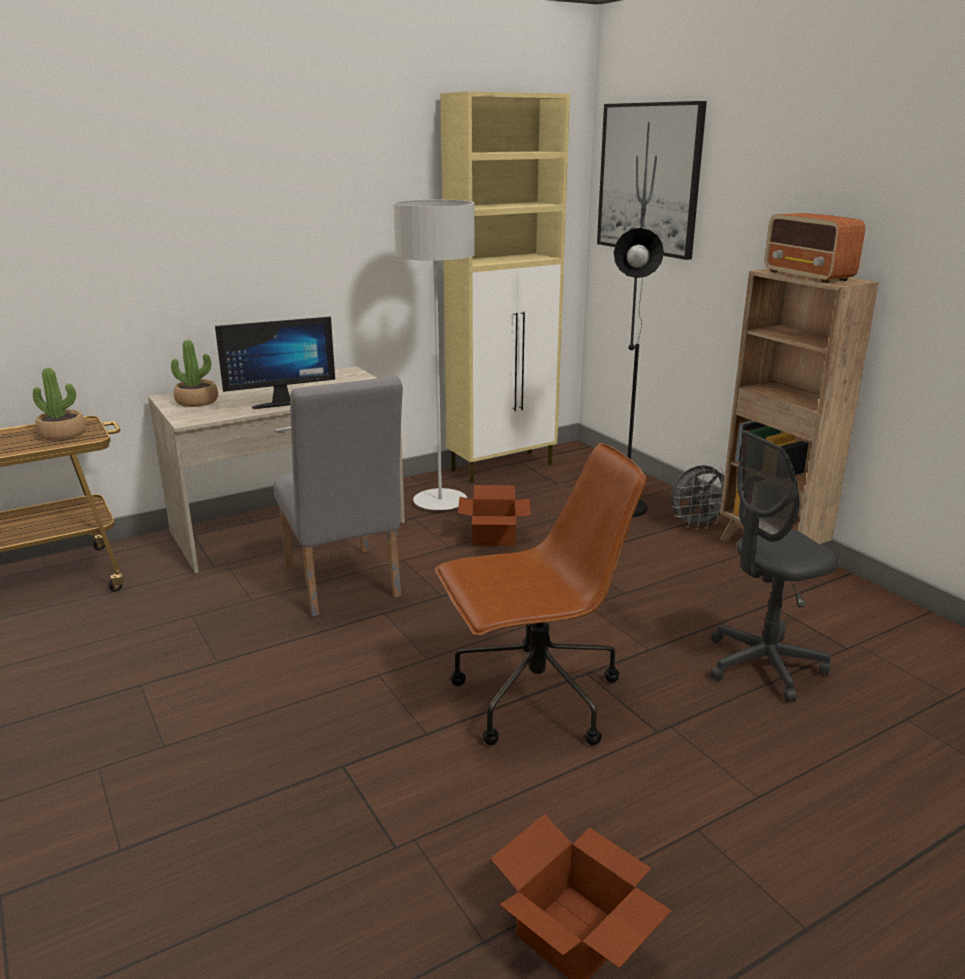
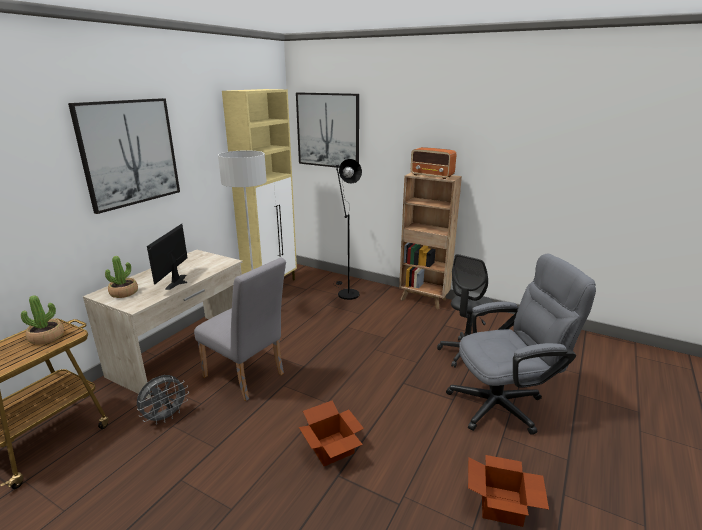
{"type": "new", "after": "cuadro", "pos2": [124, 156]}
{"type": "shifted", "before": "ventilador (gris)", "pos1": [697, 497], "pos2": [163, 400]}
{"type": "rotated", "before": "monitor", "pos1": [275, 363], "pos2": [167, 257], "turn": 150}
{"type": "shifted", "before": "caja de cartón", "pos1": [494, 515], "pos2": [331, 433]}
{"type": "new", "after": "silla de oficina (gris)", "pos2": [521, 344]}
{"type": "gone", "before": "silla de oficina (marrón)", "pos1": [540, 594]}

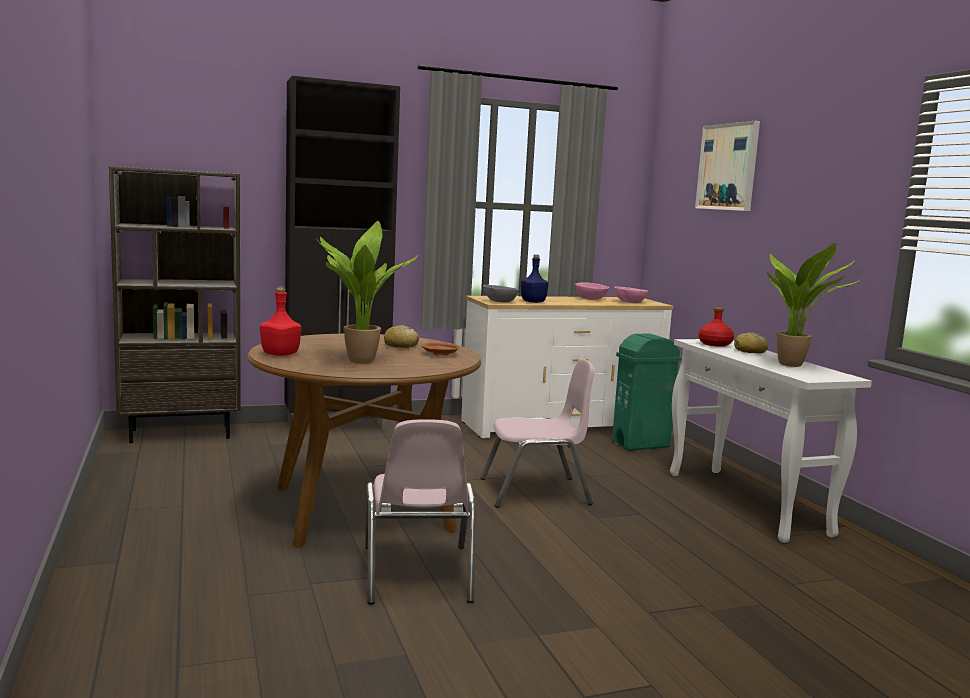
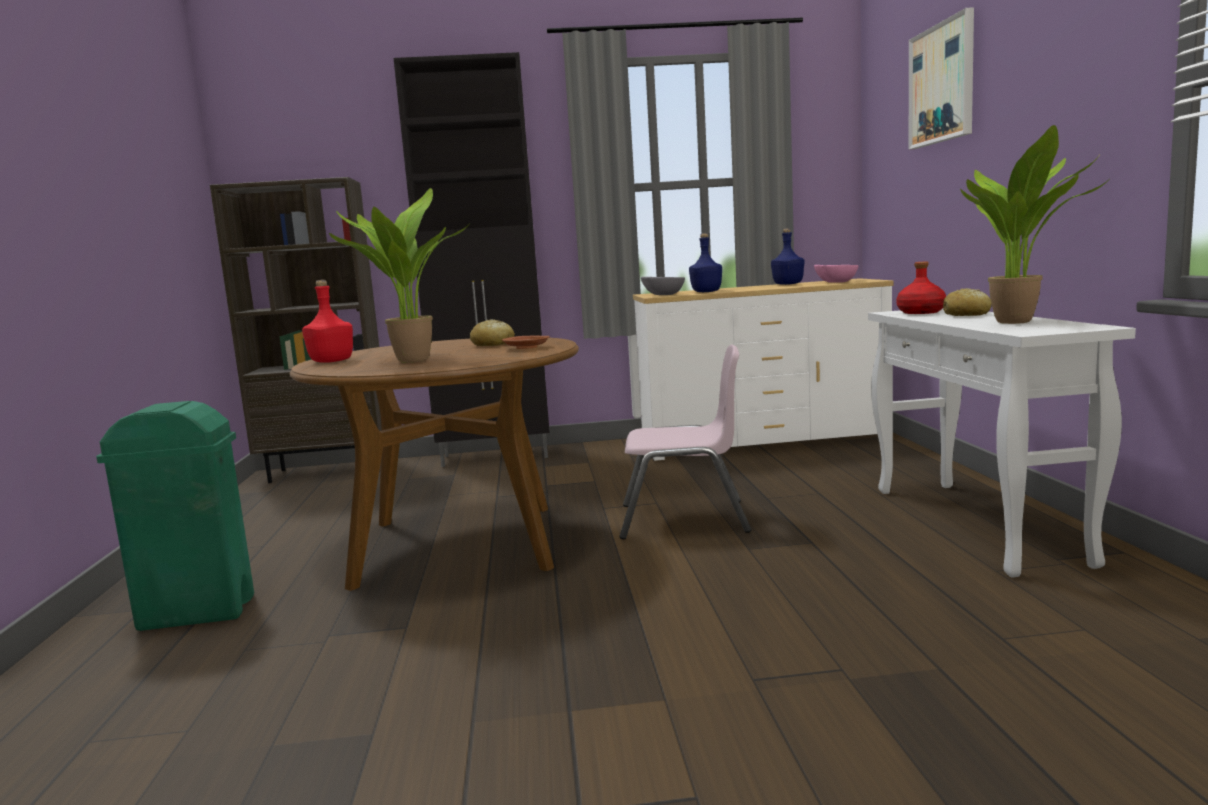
{"type": "shifted", "before": "papelera (verde)", "pos1": [647, 392], "pos2": [175, 516]}
{"type": "swapped", "before": "cuenco (rosa)", "after": "botella (azul)", "pos1": [592, 291], "pos2": [787, 256]}
{"type": "gone", "before": "silla (rosa)", "pos1": [420, 511]}

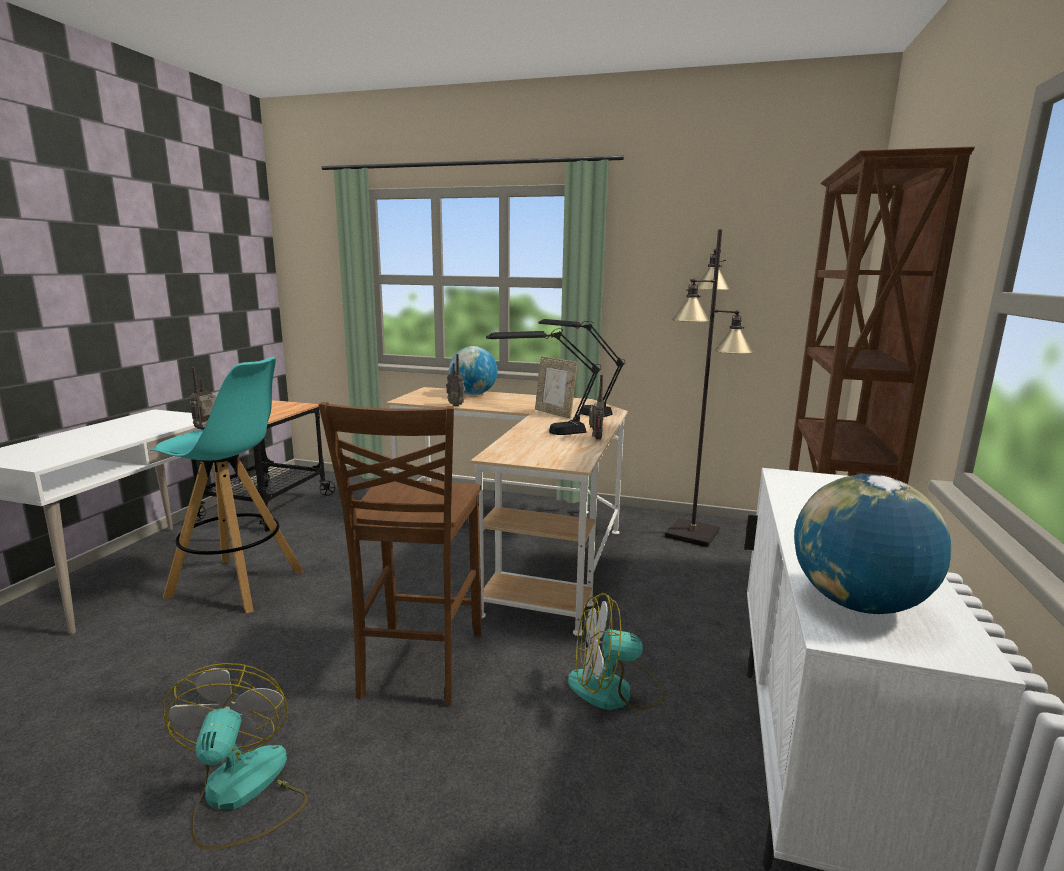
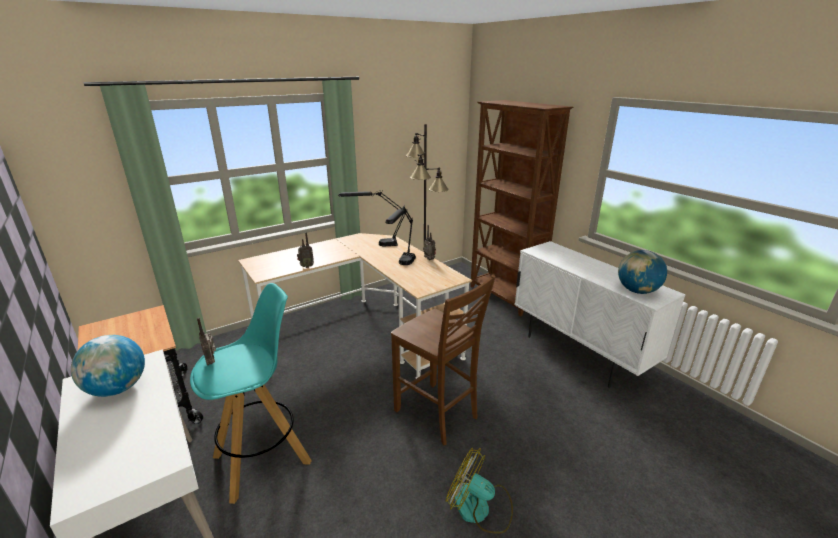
{"type": "shifted", "before": "globo terráqueo", "pos1": [473, 370], "pos2": [108, 366]}
{"type": "gone", "before": "portarretratos", "pos1": [556, 387]}
{"type": "gone", "before": "ventilador", "pos1": [616, 651]}

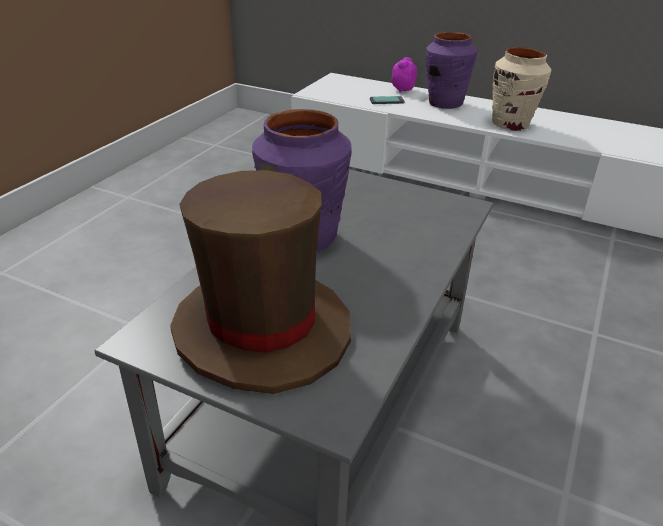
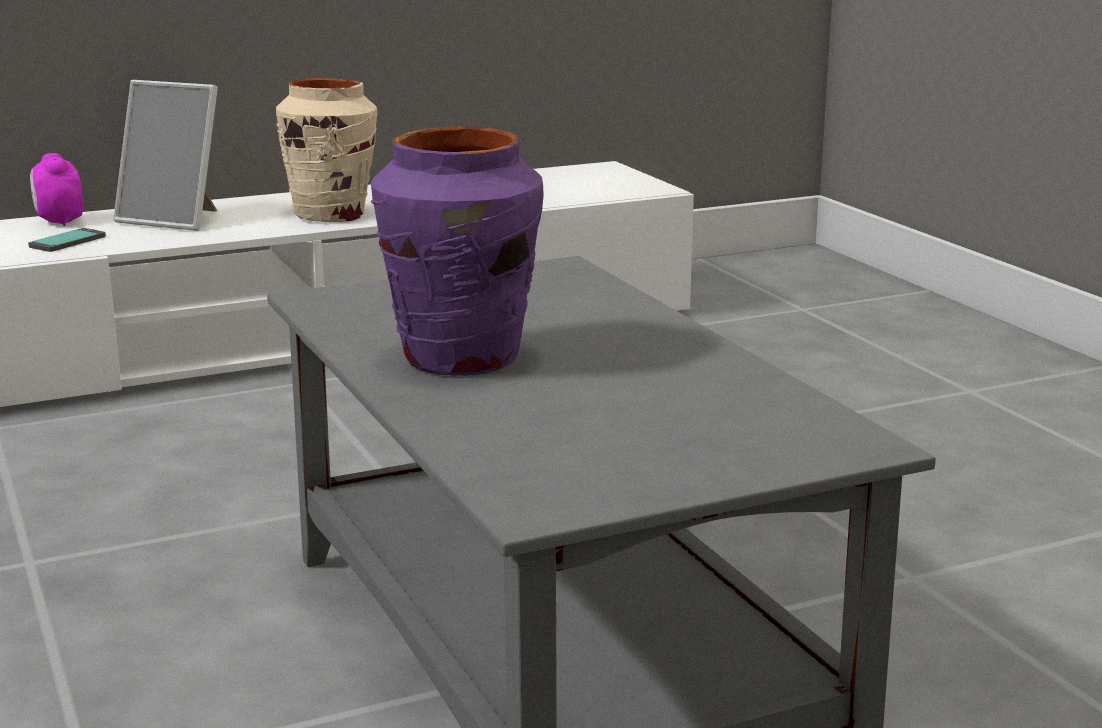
{"type": "swapped", "before": "florero (morado)", "after": "portarretratos", "pos1": [451, 70], "pos2": [165, 155]}
{"type": "gone", "before": "sombrero (marrón)", "pos1": [260, 282]}

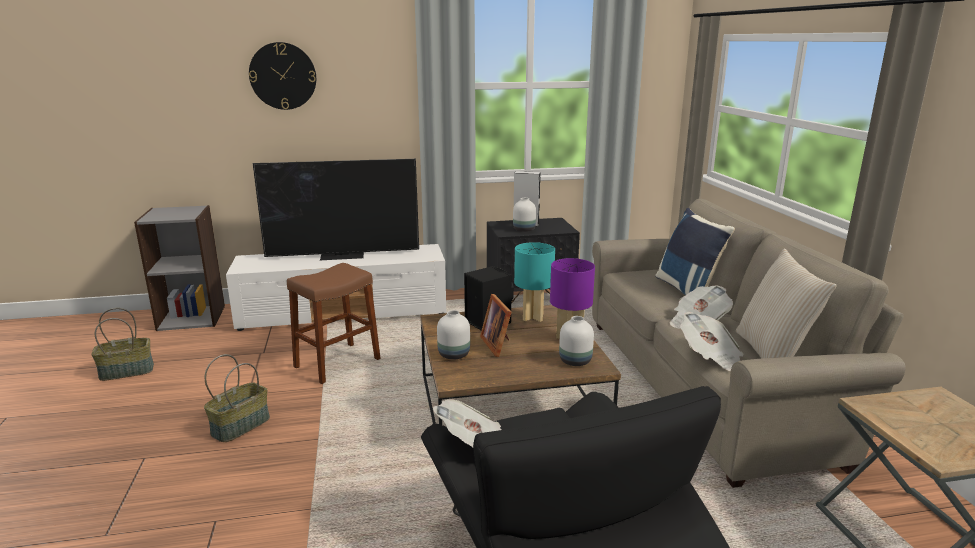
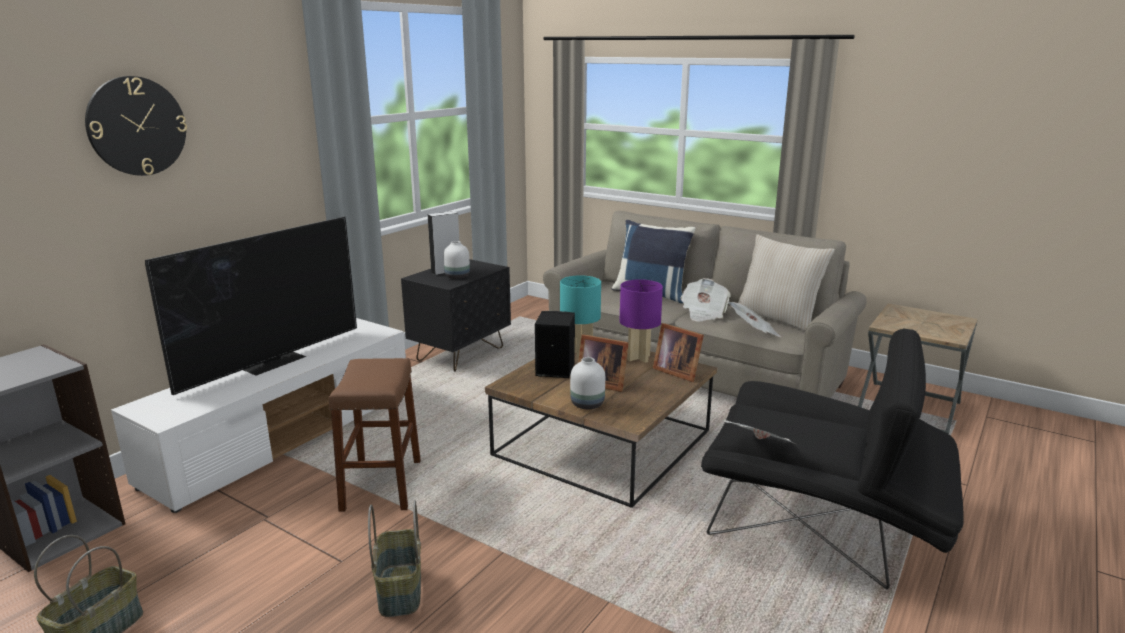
{"type": "swapped", "before": "florero (blanco)", "after": "portarretratos", "pos1": [576, 341], "pos2": [678, 352]}

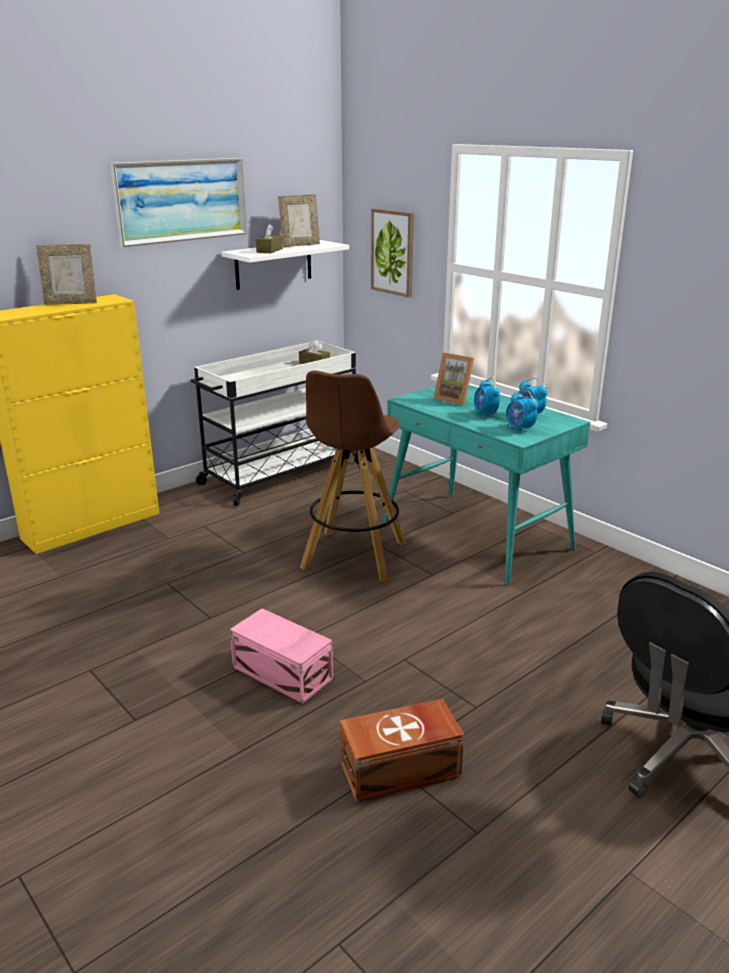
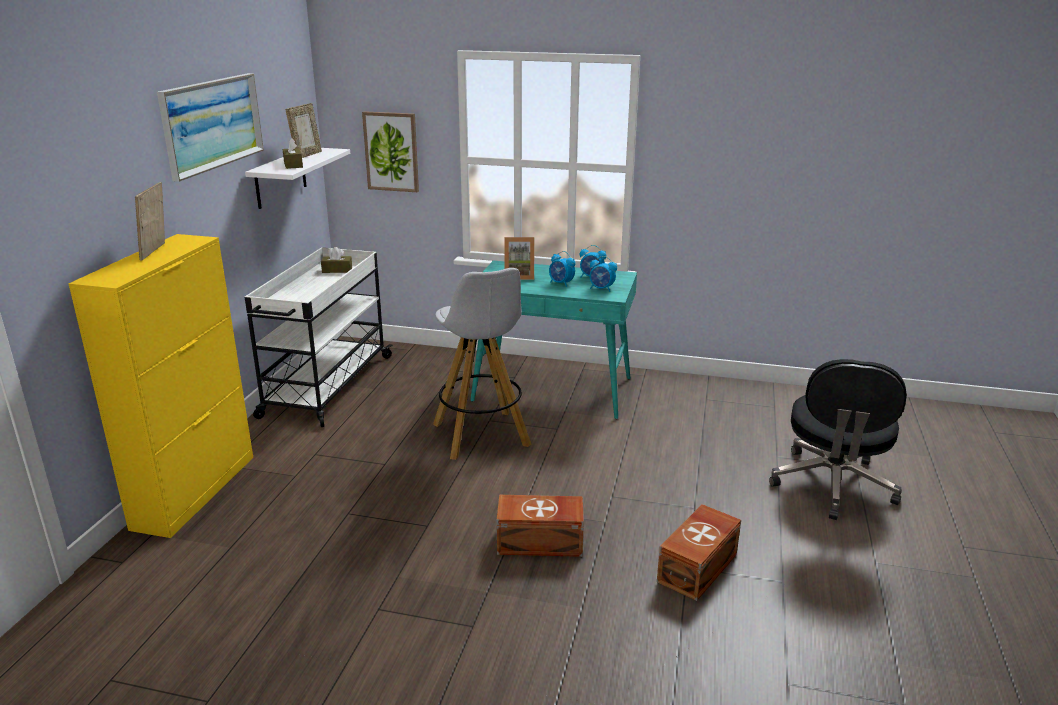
{"type": "rotated", "before": "portarretratos", "pos1": [66, 274], "pos2": [150, 221], "turn": 135}
{"type": "repainted", "before": "taburete (marrón)", "after": "taburete (blanco)", "pos1": [353, 475], "pos2": [482, 364]}
{"type": "repainted", "before": "caja de almacenaje (rosa)", "after": "caja de almacenaje (marrón)", "pos1": [281, 656], "pos2": [540, 526]}

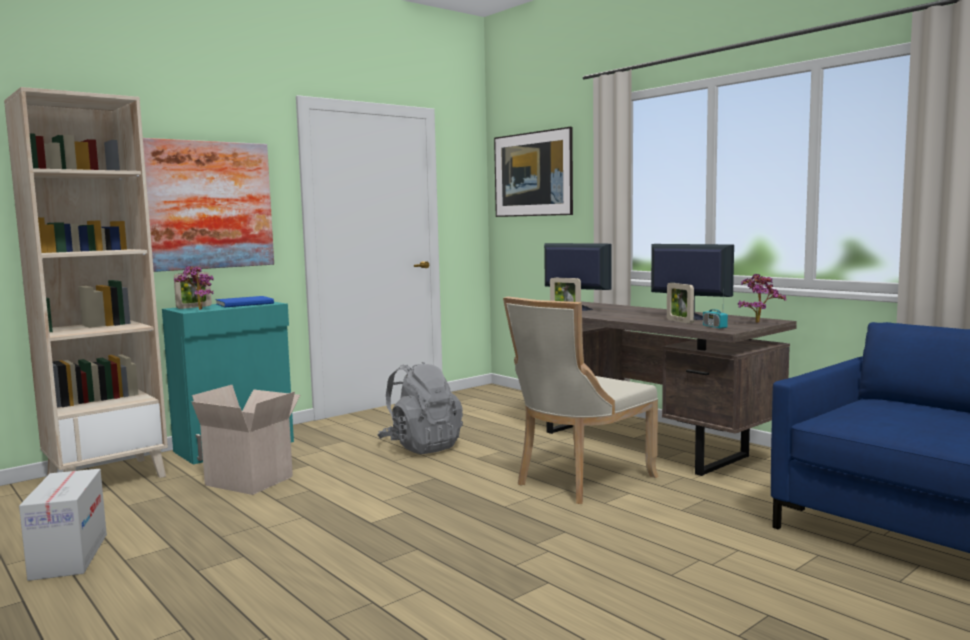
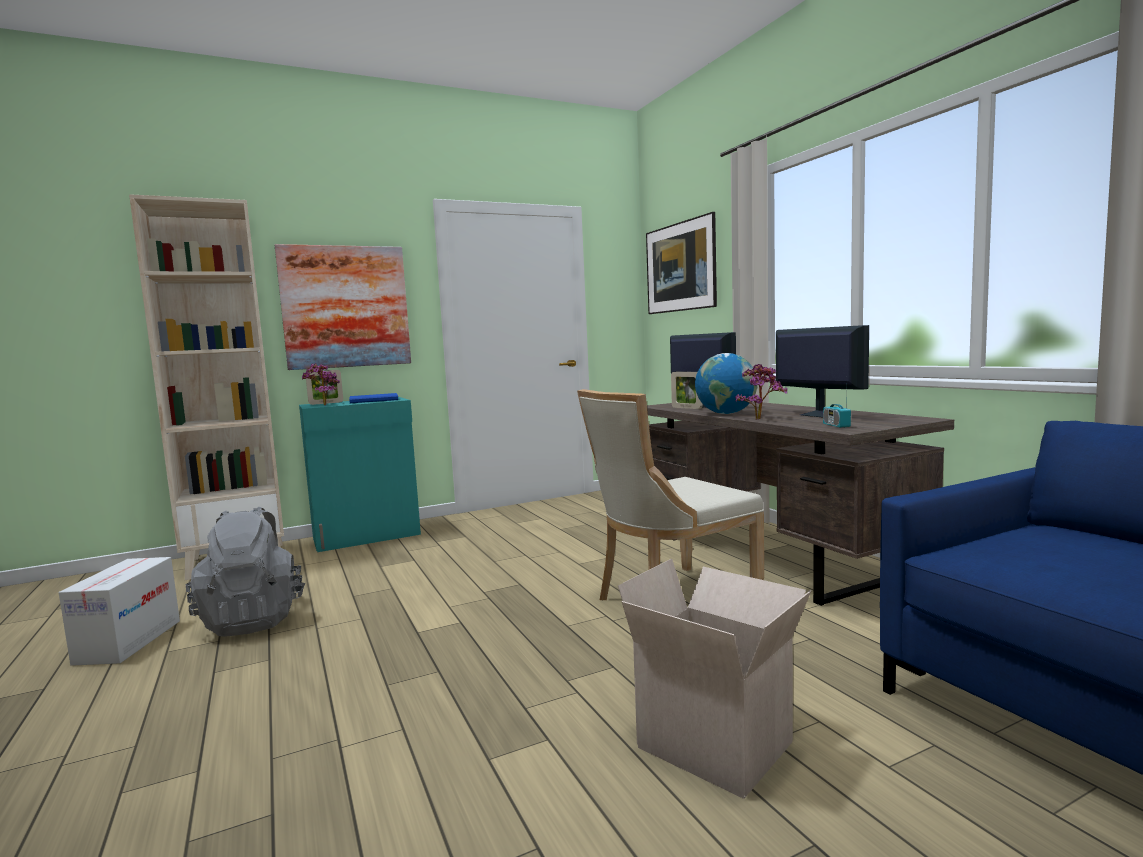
{"type": "shifted", "before": "mochila (gris)", "pos1": [420, 408], "pos2": [245, 572]}
{"type": "shifted", "before": "caja de cartón", "pos1": [245, 440], "pos2": [714, 679]}
{"type": "new", "after": "globo terráqueo", "pos2": [726, 383]}
{"type": "shifted", "before": "planta en maceta", "pos1": [762, 298], "pos2": [761, 391]}
{"type": "gone", "before": "portarretratos", "pos1": [680, 303]}

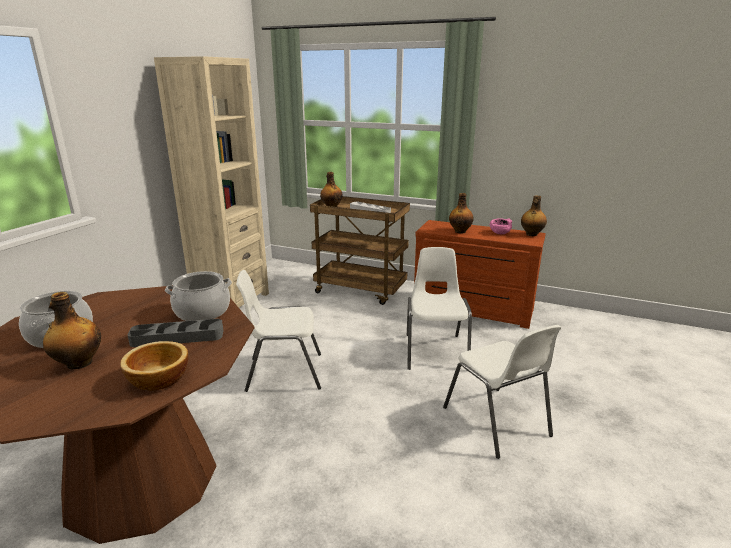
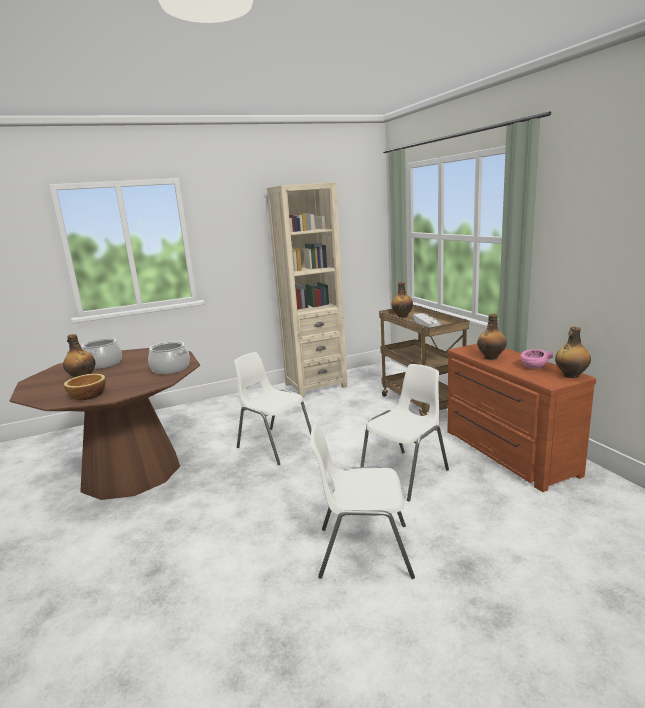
{"type": "rotated", "before": "silla (blanco)", "pos1": [502, 392], "pos2": [362, 501], "turn": 75}
{"type": "gone", "before": "bandeja (gris)", "pos1": [175, 333]}

